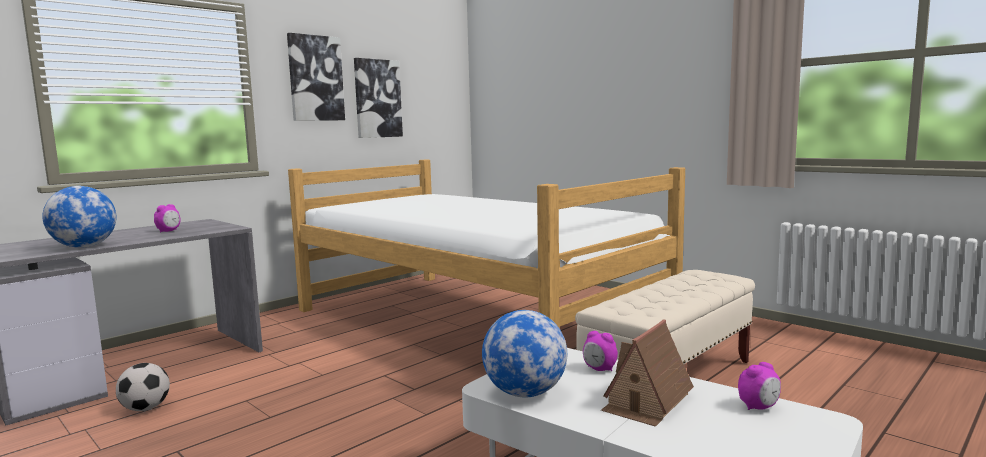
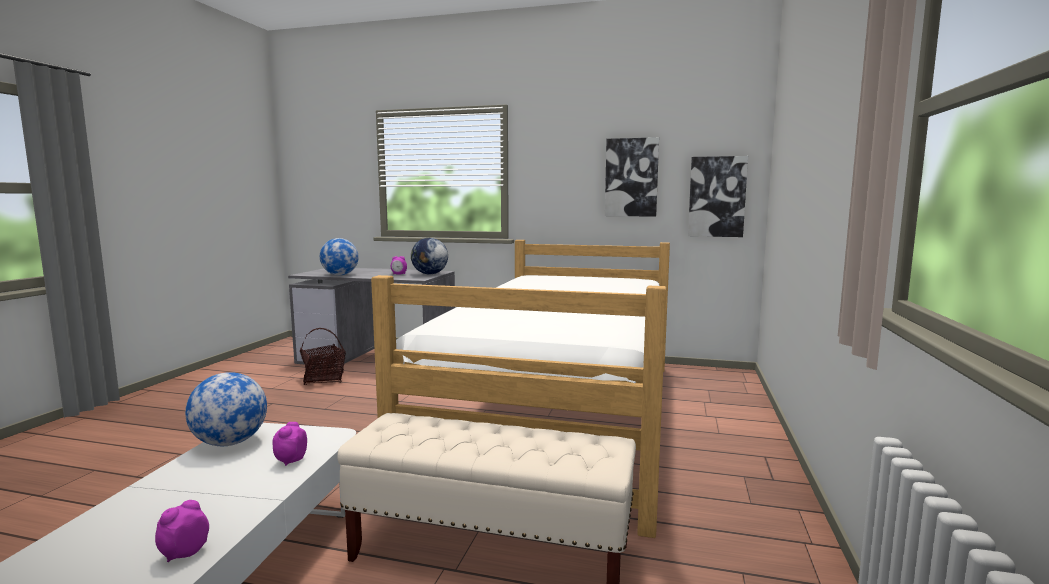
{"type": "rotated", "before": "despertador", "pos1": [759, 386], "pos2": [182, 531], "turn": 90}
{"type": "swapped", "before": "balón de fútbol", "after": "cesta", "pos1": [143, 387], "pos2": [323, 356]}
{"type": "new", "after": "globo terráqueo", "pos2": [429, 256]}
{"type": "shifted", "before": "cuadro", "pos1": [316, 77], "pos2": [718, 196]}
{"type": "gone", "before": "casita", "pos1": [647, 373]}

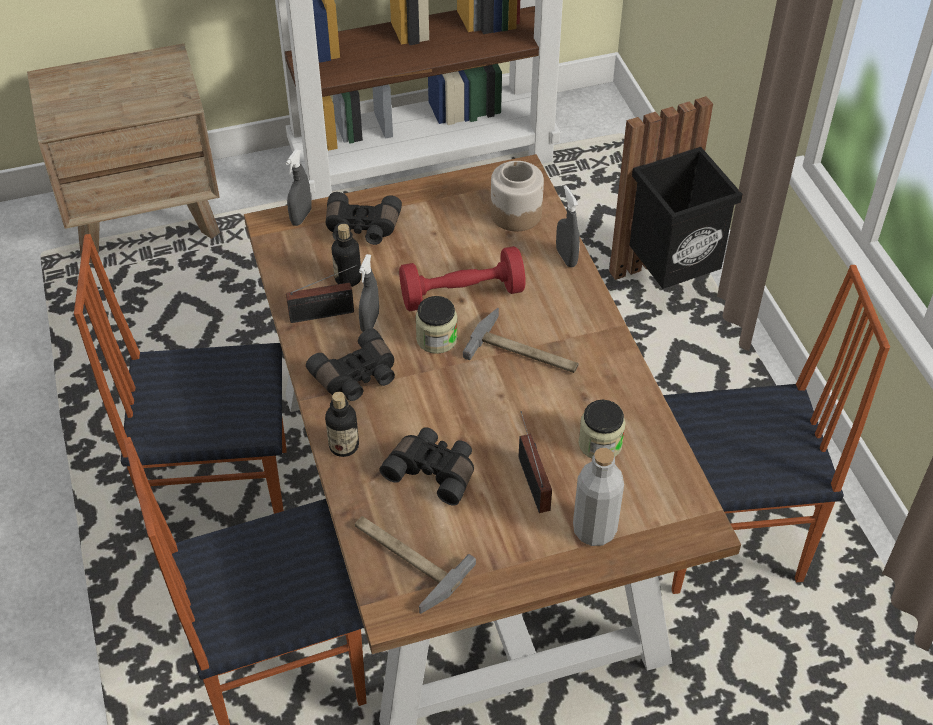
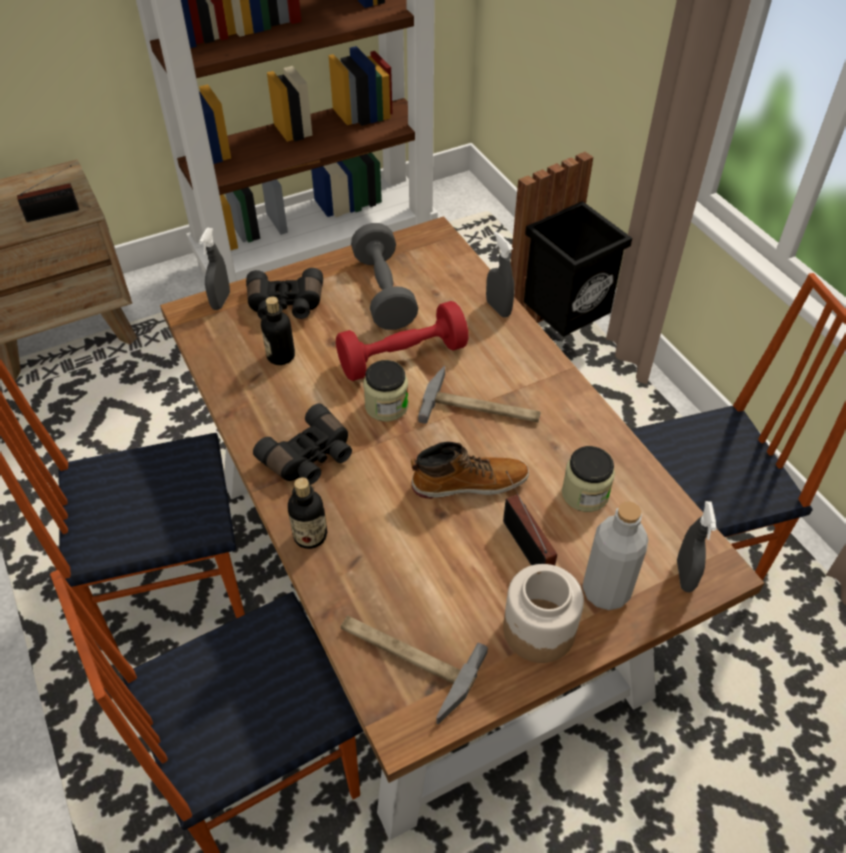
{"type": "shifted", "before": "radio", "pos1": [321, 294], "pos2": [48, 193]}
{"type": "new", "after": "mancuerna (gris)", "pos2": [384, 276]}
{"type": "new", "after": "bota", "pos2": [470, 470]}
{"type": "shifted", "before": "tarro", "pos1": [517, 196], "pos2": [543, 613]}
{"type": "shifted", "before": "pulverizador (gris)", "pos1": [369, 293], "pos2": [697, 547]}
{"type": "gone", "before": "prismáticos (negro)", "pos1": [426, 466]}

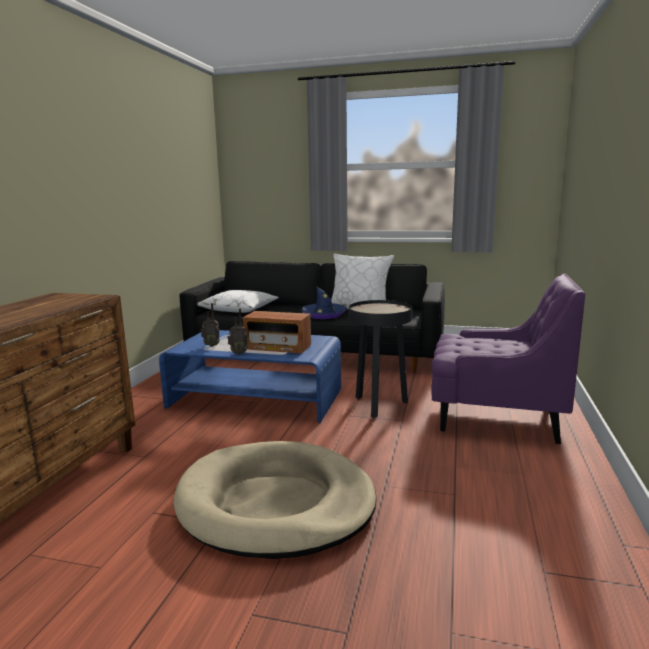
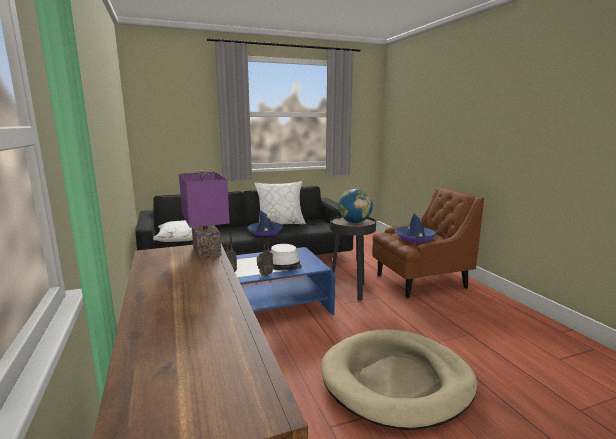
{"type": "new", "after": "lámpara de mesa (morado)", "pos2": [204, 214]}
{"type": "swapped", "before": "radio", "after": "sombrero (blanco)", "pos1": [277, 332], "pos2": [286, 257]}
{"type": "new", "after": "globo terráqueo", "pos2": [355, 206]}
{"type": "repainted", "before": "sillón (morado)", "after": "sillón (marrón)", "pos1": [508, 359], "pos2": [428, 242]}
{"type": "new", "after": "sombrero (azul)", "pos2": [416, 227]}

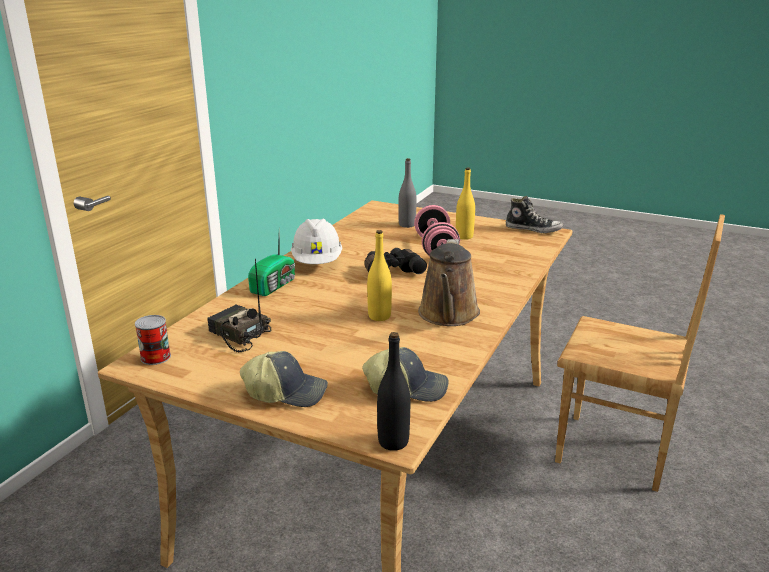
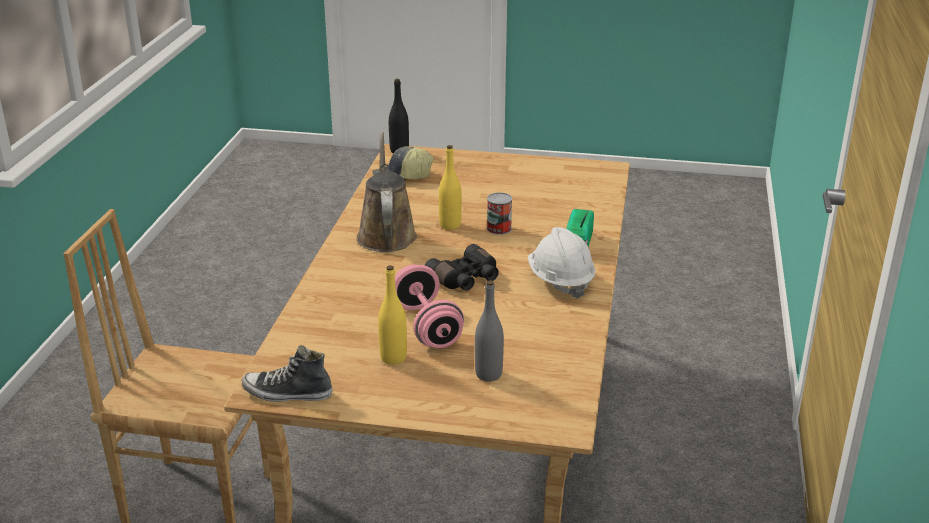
{"type": "shifted", "before": "lata", "pos1": [153, 340], "pos2": [499, 213]}
{"type": "gone", "before": "radio", "pos1": [239, 306]}
{"type": "gone", "before": "gorra", "pos1": [284, 379]}

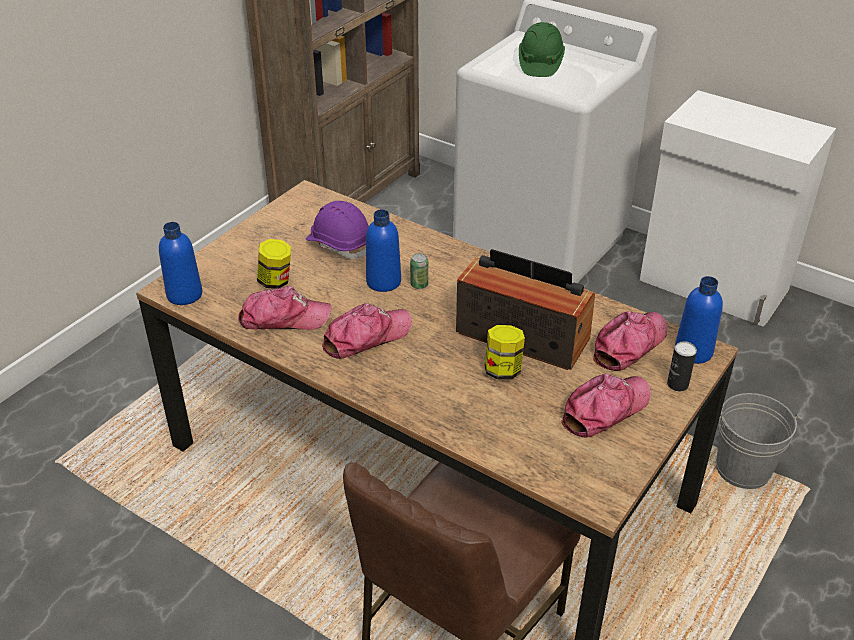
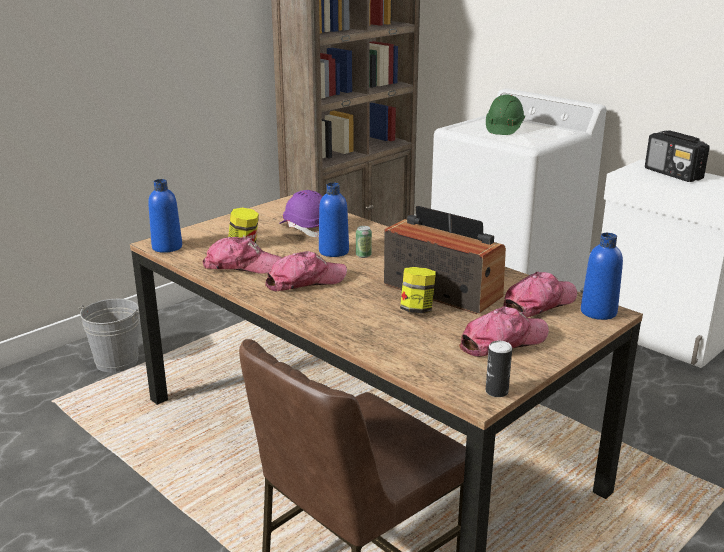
{"type": "shifted", "before": "cubo (gris)", "pos1": [759, 441], "pos2": [108, 335]}
{"type": "shifted", "before": "lata", "pos1": [682, 366], "pos2": [499, 369]}
{"type": "new", "after": "radio", "pos2": [677, 156]}

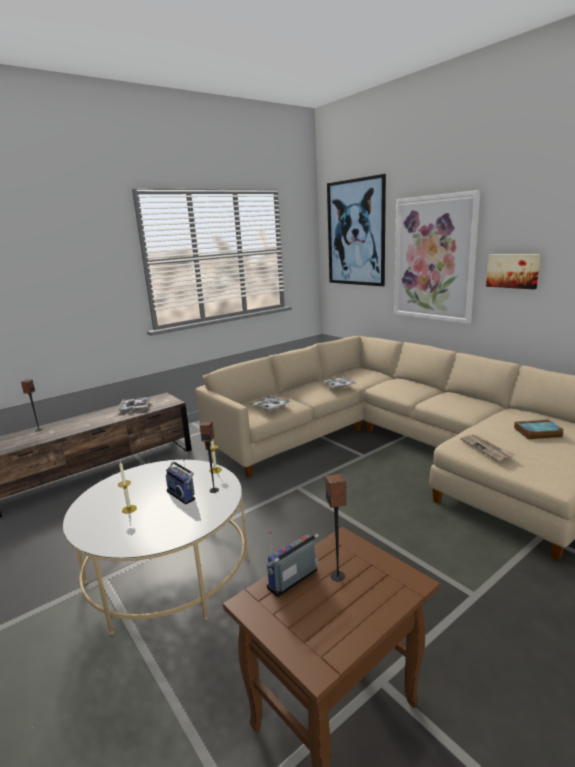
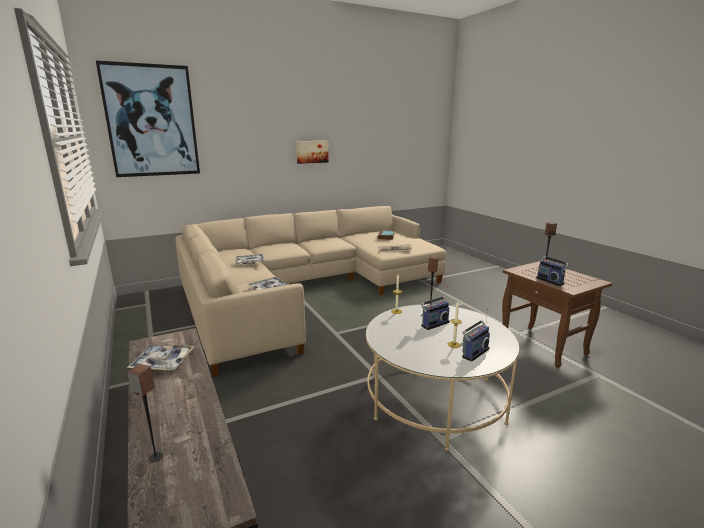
{"type": "new", "after": "radio", "pos2": [475, 335]}
{"type": "gone", "before": "cuadro", "pos1": [437, 257]}

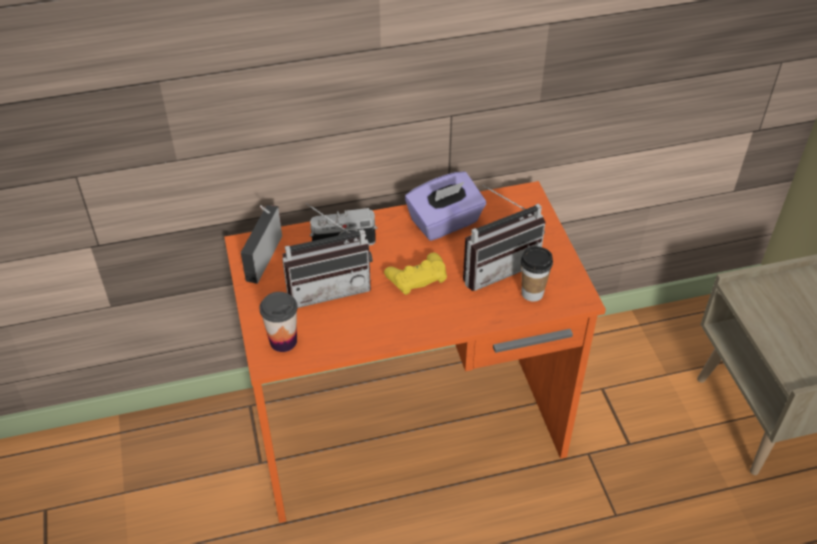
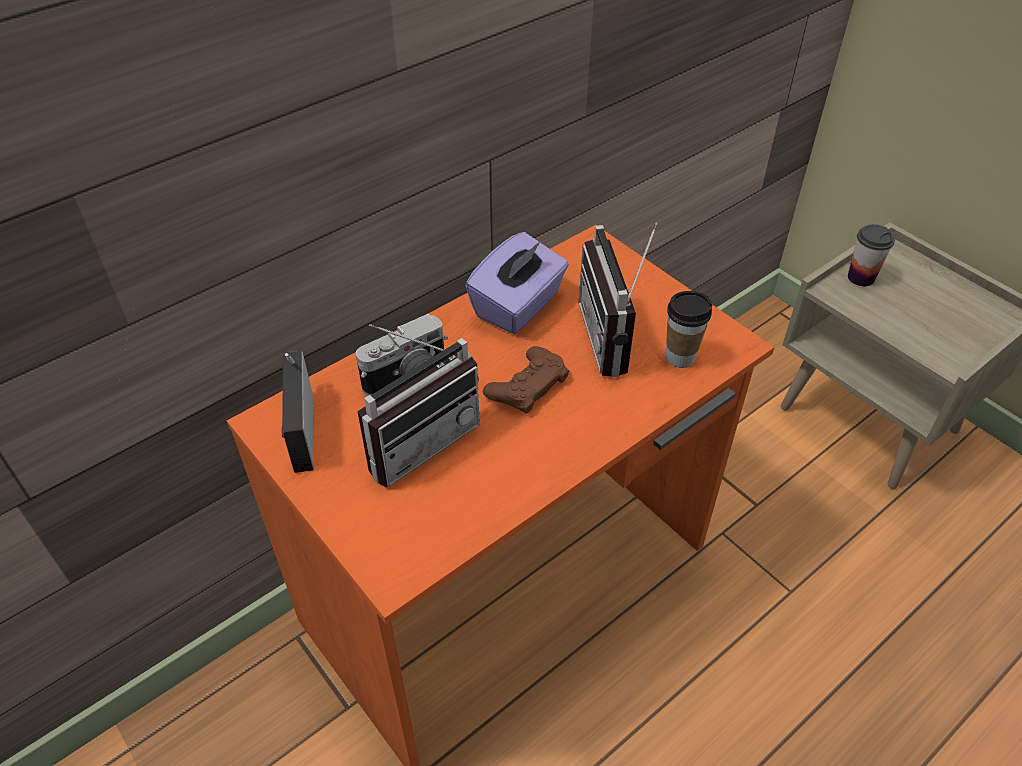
{"type": "repainted", "before": "mando de consola (amarillo)", "after": "mando de consola (marrón)", "pos1": [415, 274], "pos2": [526, 379]}
{"type": "rotated", "before": "radio", "pos1": [504, 238], "pos2": [618, 299], "turn": 135}
{"type": "shifted", "before": "taza", "pos1": [279, 322], "pos2": [871, 255]}

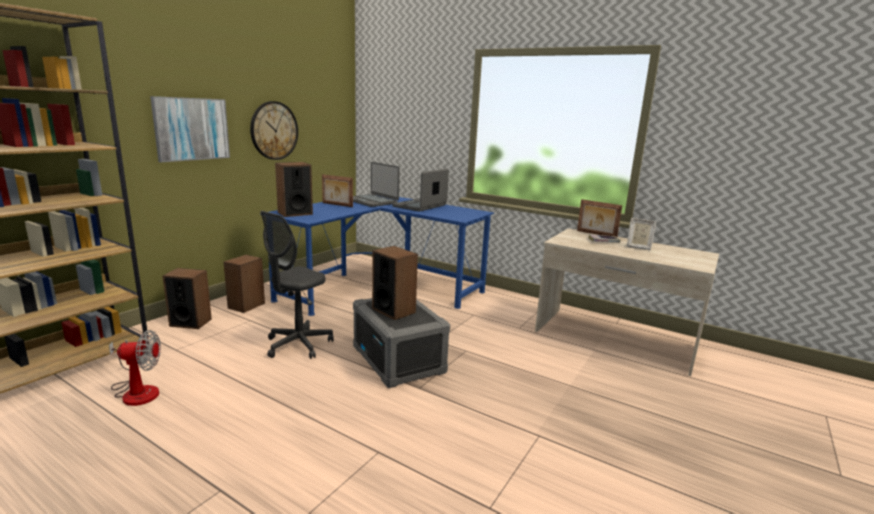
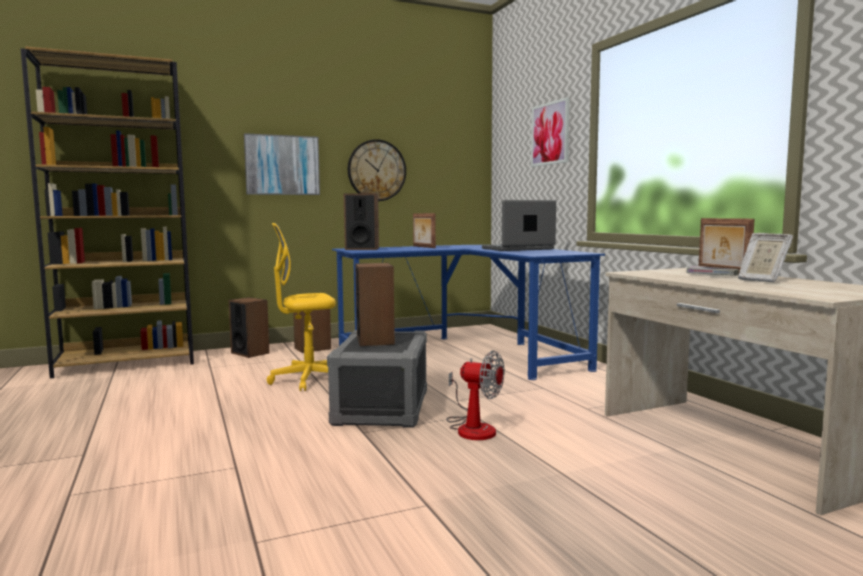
{"type": "repainted", "before": "silla de oficina (gris)", "after": "silla de oficina (amarillo)", "pos1": [297, 285], "pos2": [301, 307]}
{"type": "shifted", "before": "ventilador", "pos1": [135, 368], "pos2": [475, 395]}
{"type": "new", "after": "cuadro", "pos2": [550, 132]}
{"type": "gone", "before": "portátil", "pos1": [376, 184]}

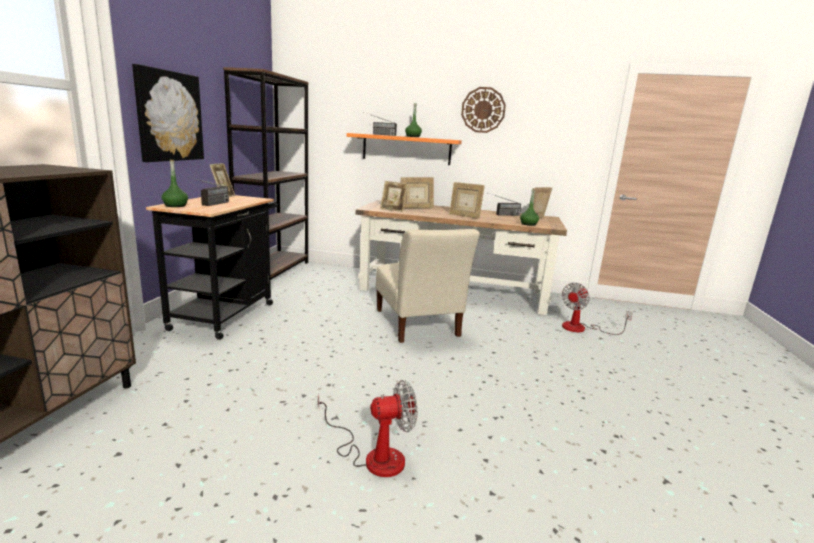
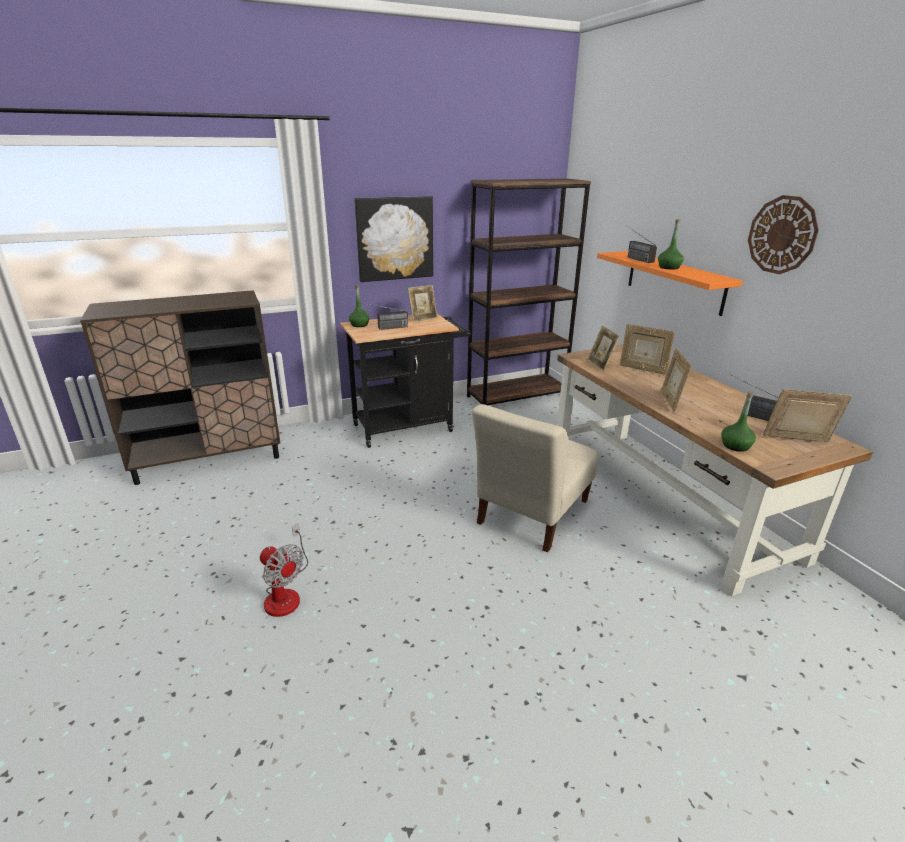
{"type": "gone", "before": "ventilador", "pos1": [597, 309]}

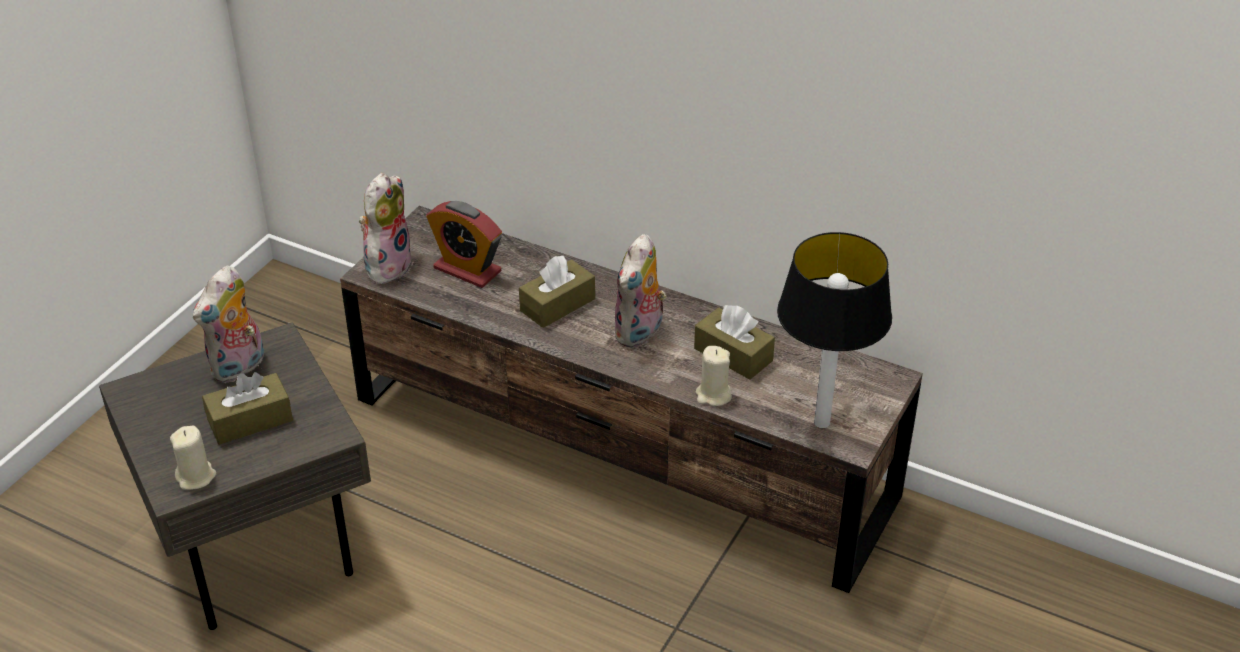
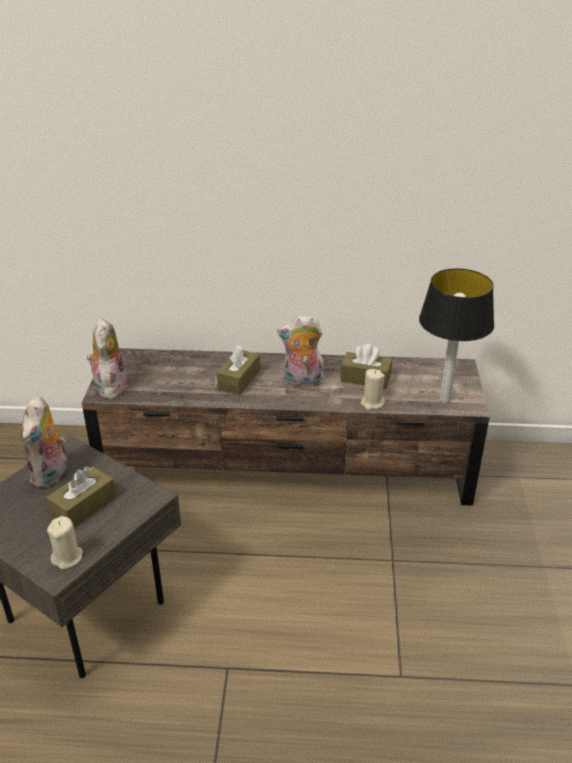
{"type": "rotated", "before": "peluche", "pos1": [640, 291], "pos2": [300, 351], "turn": 90}
{"type": "gone", "before": "despertador", "pos1": [464, 244]}

